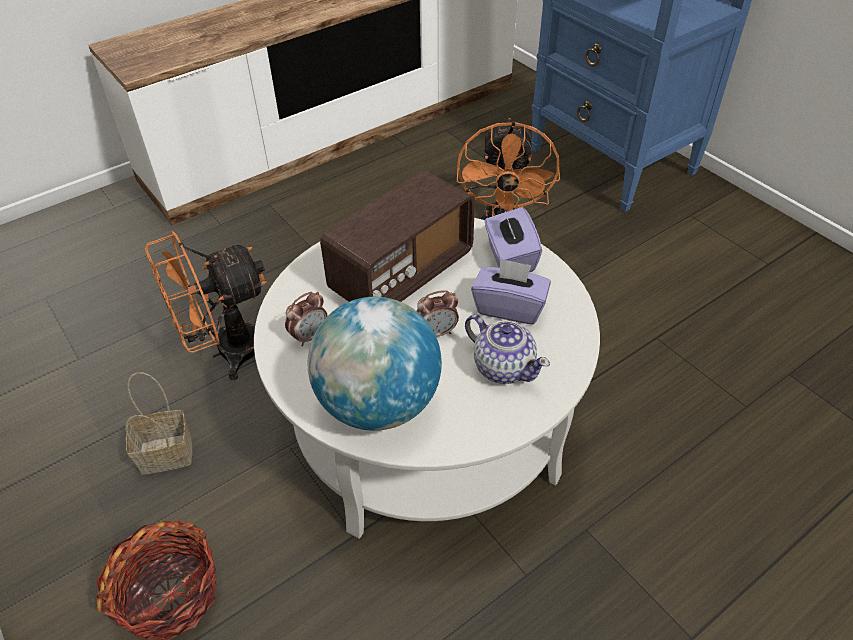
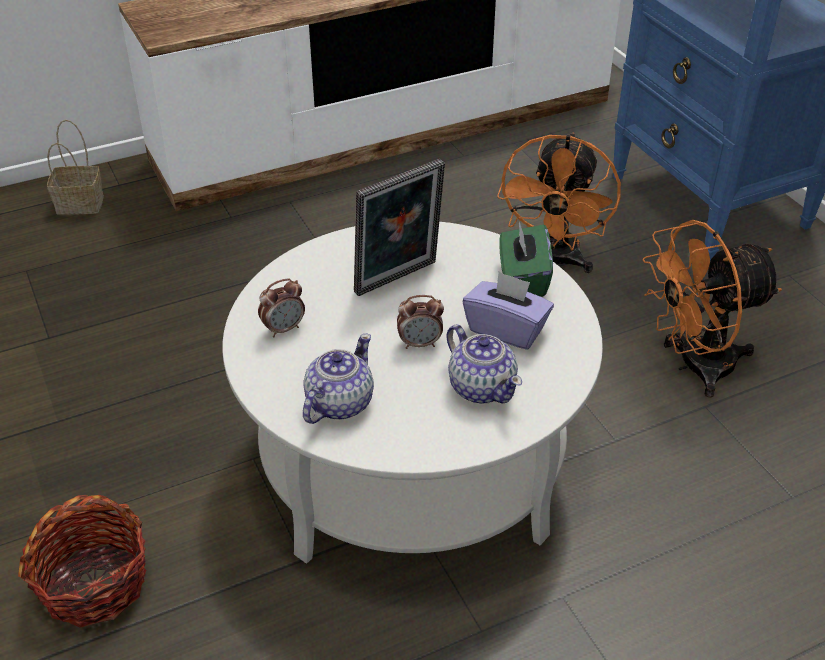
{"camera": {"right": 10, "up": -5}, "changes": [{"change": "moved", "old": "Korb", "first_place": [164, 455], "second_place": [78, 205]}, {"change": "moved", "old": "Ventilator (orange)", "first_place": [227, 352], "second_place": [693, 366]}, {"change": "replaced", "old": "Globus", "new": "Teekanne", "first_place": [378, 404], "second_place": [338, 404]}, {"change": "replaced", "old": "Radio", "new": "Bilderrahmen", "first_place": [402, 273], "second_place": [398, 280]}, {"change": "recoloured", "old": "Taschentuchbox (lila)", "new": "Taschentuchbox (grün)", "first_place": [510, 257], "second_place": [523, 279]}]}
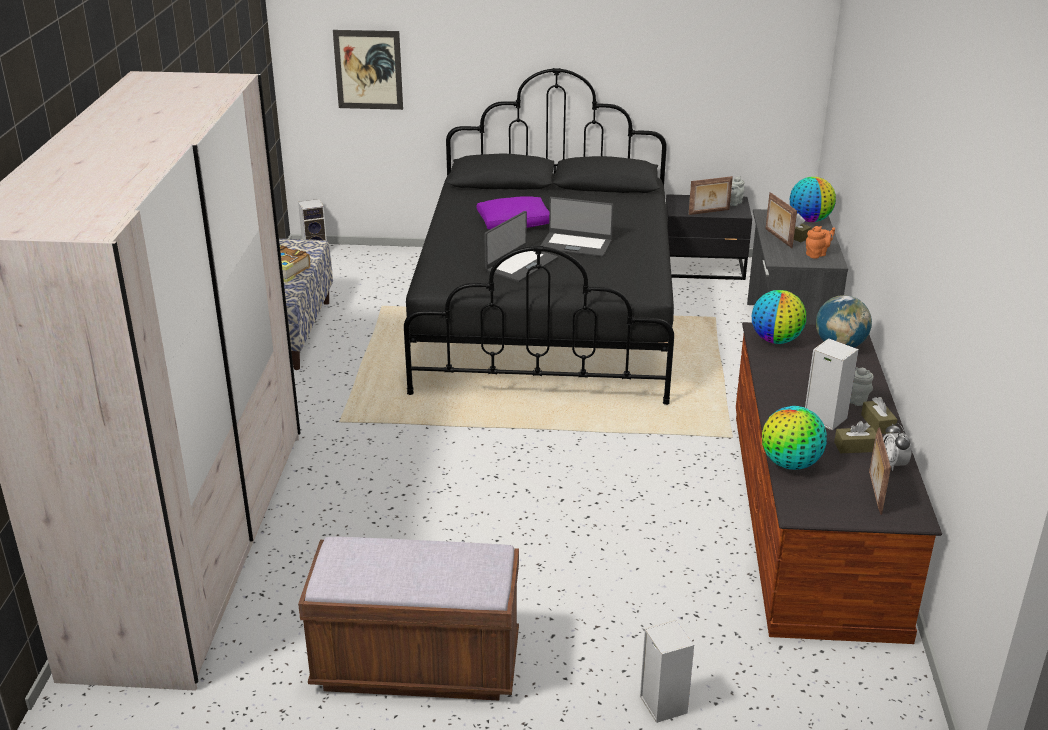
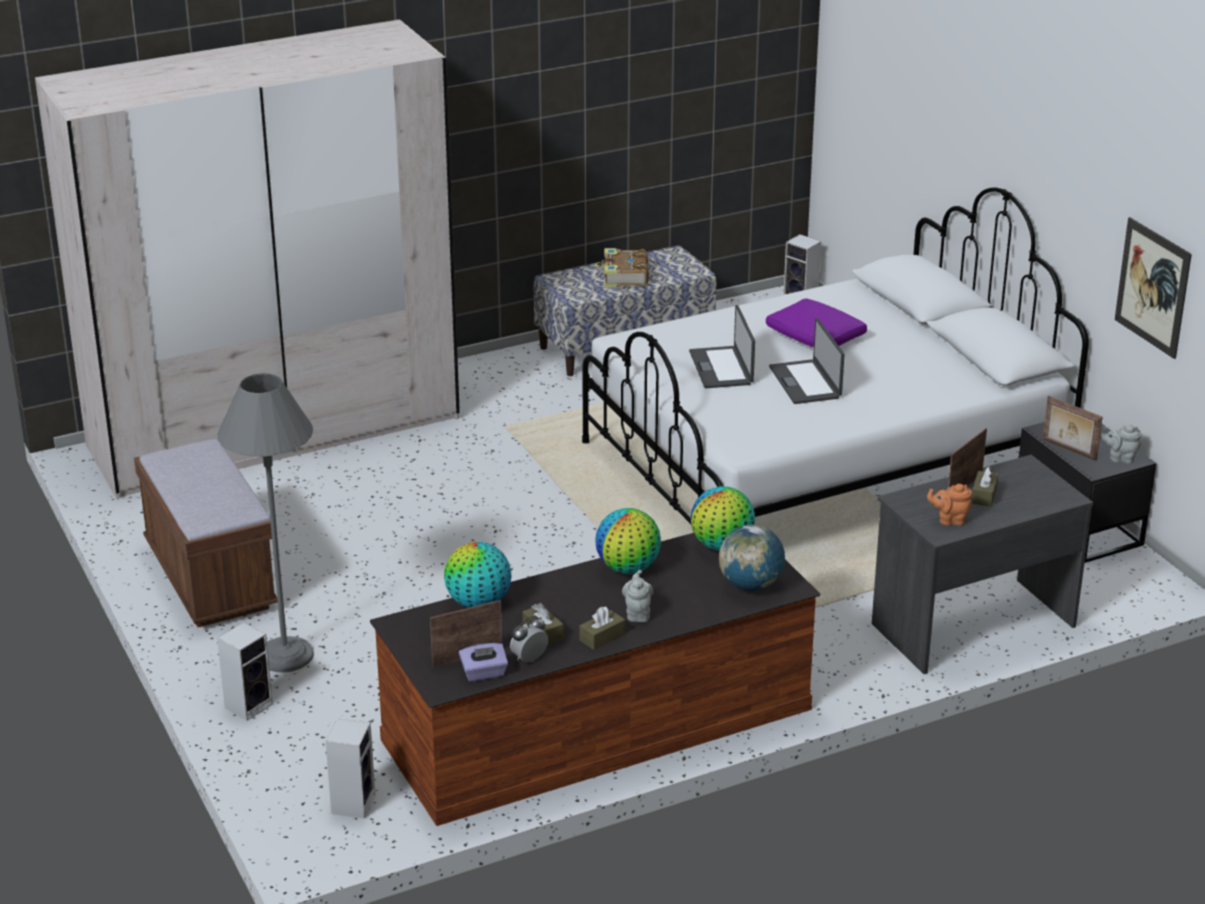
{"camera": {"right": 60, "up": 0}, "changes": [{"change": "moved", "old": "Bild", "first_place": [368, 70], "second_place": [1152, 287]}, {"change": "recoloured", "old": "Bett (schwarz)", "new": "Bett (weiß)", "first_place": [547, 318], "second_place": [822, 466]}, {"change": "turned", "old": "Laptop", "first_place": [520, 264], "second_place": [722, 368], "degrees": 75}, {"change": "moved", "old": "Globus", "first_place": [809, 220], "second_place": [628, 568]}, {"change": "moved", "old": "Lautsprecher", "first_place": [823, 418], "second_place": [353, 803]}, {"change": "turned", "old": "Teekanne (orange)", "first_place": [817, 254], "second_place": [949, 520], "degrees": 150}, {"change": "added", "new": "Stehlampe (grau)", "second_place": [285, 655]}, {"change": "added", "new": "Taschentuchbox (lila)", "second_place": [484, 673]}]}
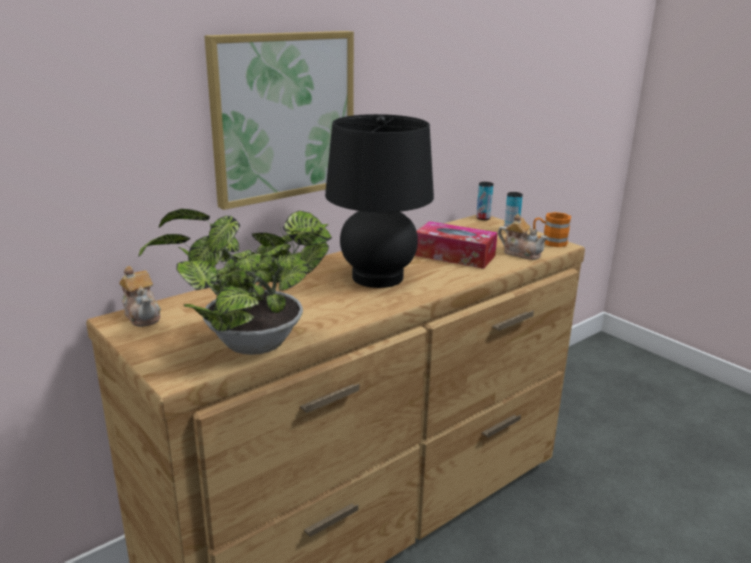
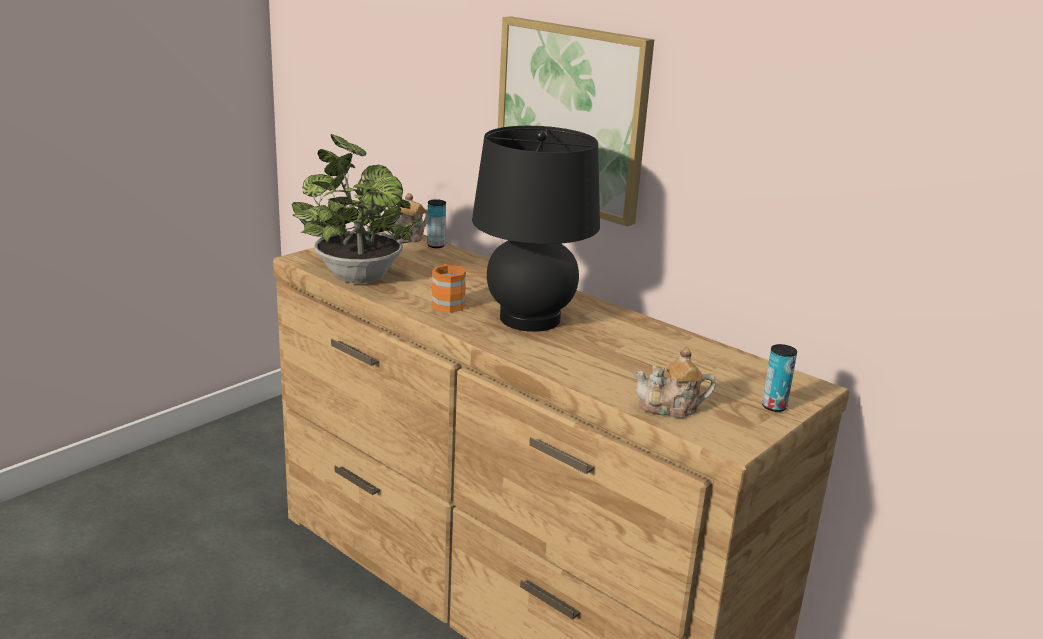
{"camera": {"right": 80, "up": 0}, "changes": [{"change": "removed", "old": "Taschentuchbox", "first_place": [454, 255]}, {"change": "moved", "old": "Dose", "first_place": [483, 218], "second_place": [436, 245]}, {"change": "turned", "old": "Teekanne", "first_place": [521, 253], "second_place": [670, 408], "degrees": 60}, {"change": "moved", "old": "Henkelbecher (orange)", "first_place": [549, 242], "second_place": [447, 303]}]}
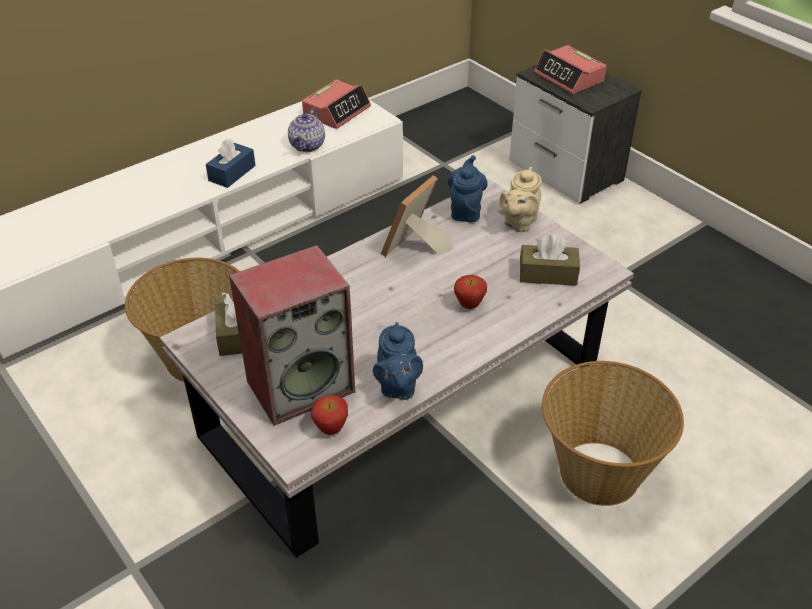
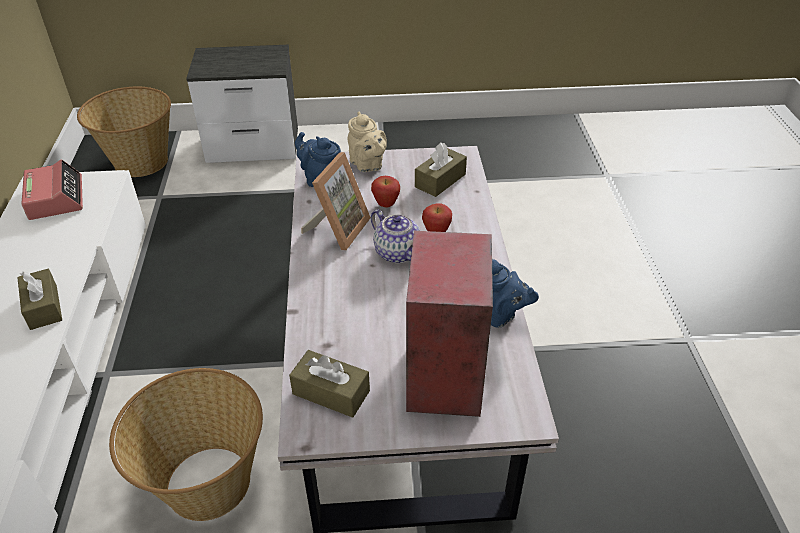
{"camera": {"right": -55, "up": 0}, "changes": [{"change": "recoloured", "old": "Taschentuchbox (blau)", "new": "Taschentuchbox (braun)", "first_place": [232, 173], "second_place": [43, 307]}, {"change": "moved", "old": "Teekanne", "first_place": [308, 145], "second_place": [397, 252]}, {"change": "moved", "old": "Apfel", "first_place": [331, 429], "second_place": [386, 205]}, {"change": "turned", "old": "Bilderrahmen", "first_place": [415, 249], "second_place": [338, 229], "degrees": -135}, {"change": "removed", "old": "Wecker", "first_place": [569, 78]}, {"change": "moved", "old": "Korb", "first_place": [598, 471], "second_place": [140, 162]}]}
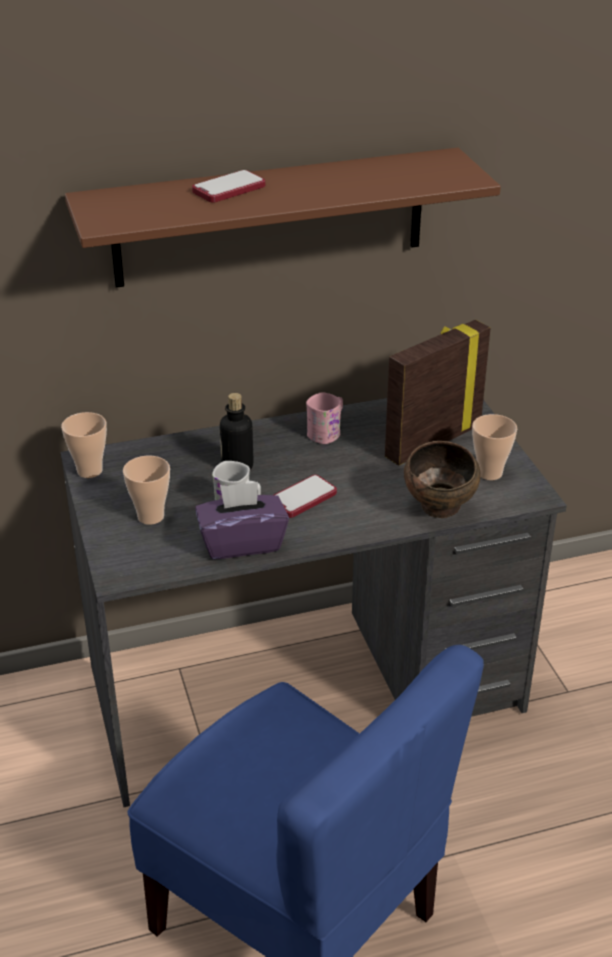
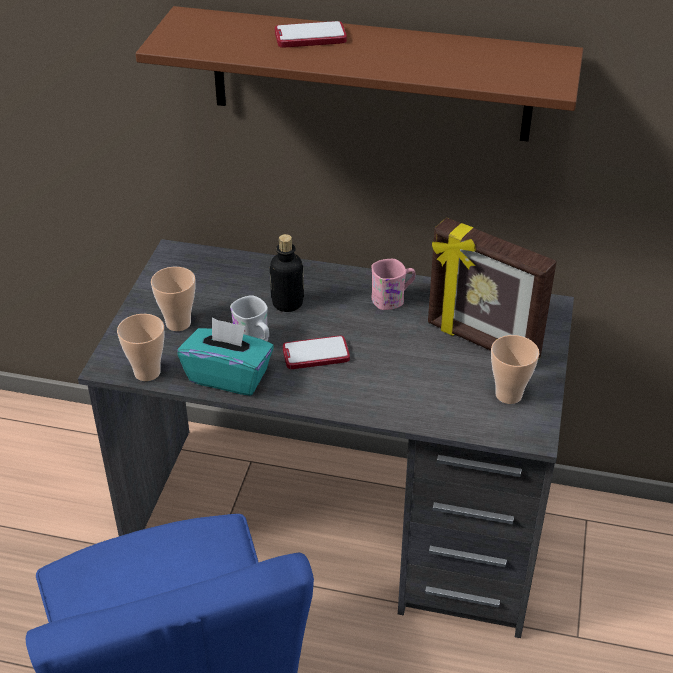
{"camera": {"right": 30, "up": 5}, "changes": [{"change": "moved", "old": "Tasse", "first_place": [89, 471], "second_place": [147, 372]}, {"change": "recoloured", "old": "Taschentuchbox (lila)", "new": "Taschentuchbox (türkis)", "first_place": [242, 542], "second_place": [228, 376]}, {"change": "turned", "old": "Bilderrahmen", "first_place": [431, 441], "second_place": [481, 342], "degrees": -135}, {"change": "removed", "old": "Schüssel (braun)", "first_place": [440, 510]}]}
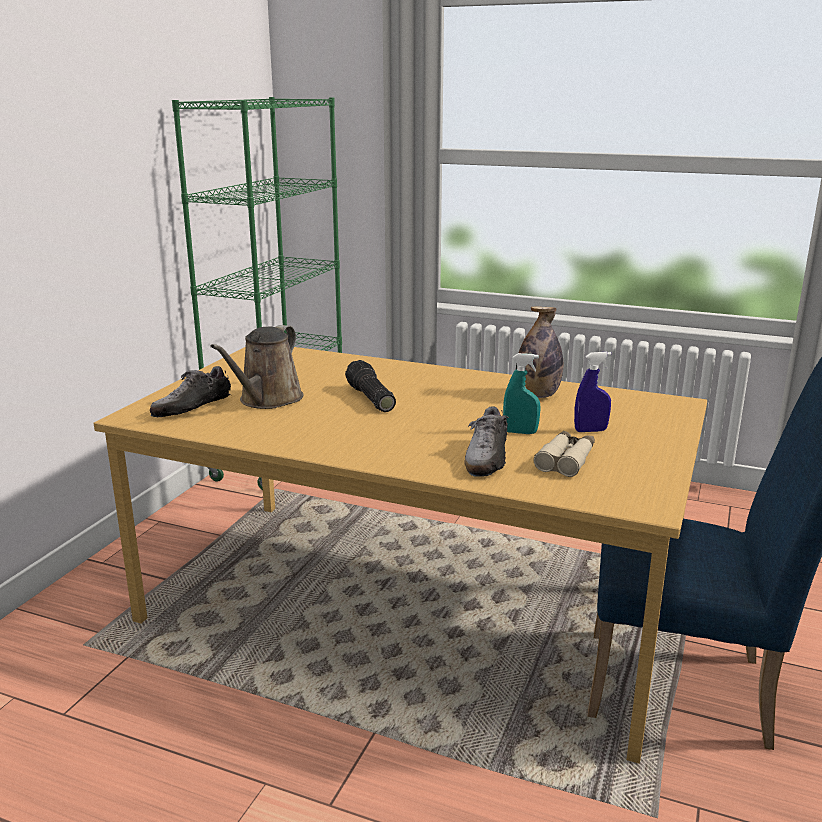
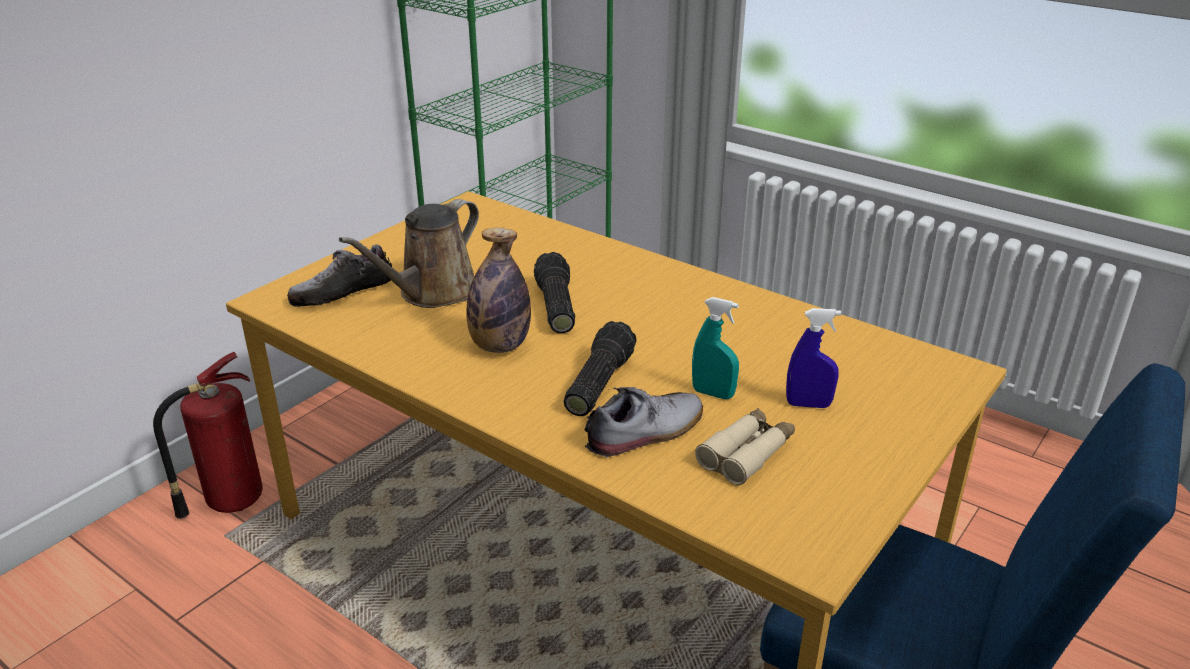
{"camera": {"right": 15, "up": 10}, "changes": [{"change": "turned", "old": "Schuh", "first_place": [487, 458], "second_place": [646, 432], "degrees": -150}, {"change": "moved", "old": "Flasche", "first_place": [537, 395], "second_place": [500, 346]}, {"change": "added", "new": "Feuerlöscher", "second_place": [230, 500]}, {"change": "added", "new": "Taschenlampe", "second_place": [597, 383]}]}
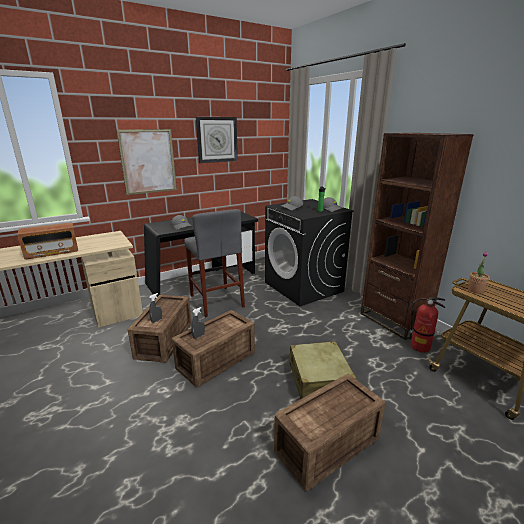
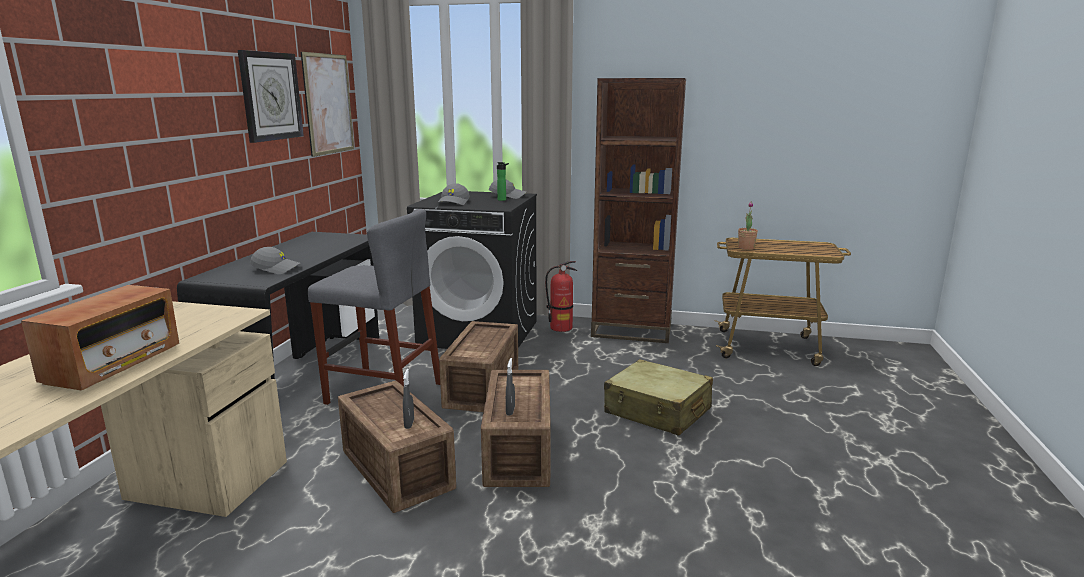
{"camera": {"right": -45, "up": -5}, "changes": [{"change": "moved", "old": "Bild", "first_place": [148, 161], "second_place": [328, 104]}, {"change": "moved", "old": "Kiste", "first_place": [329, 445], "second_place": [484, 387]}, {"change": "moved", "old": "Feuerlöscher", "first_place": [420, 347], "second_place": [561, 328]}]}
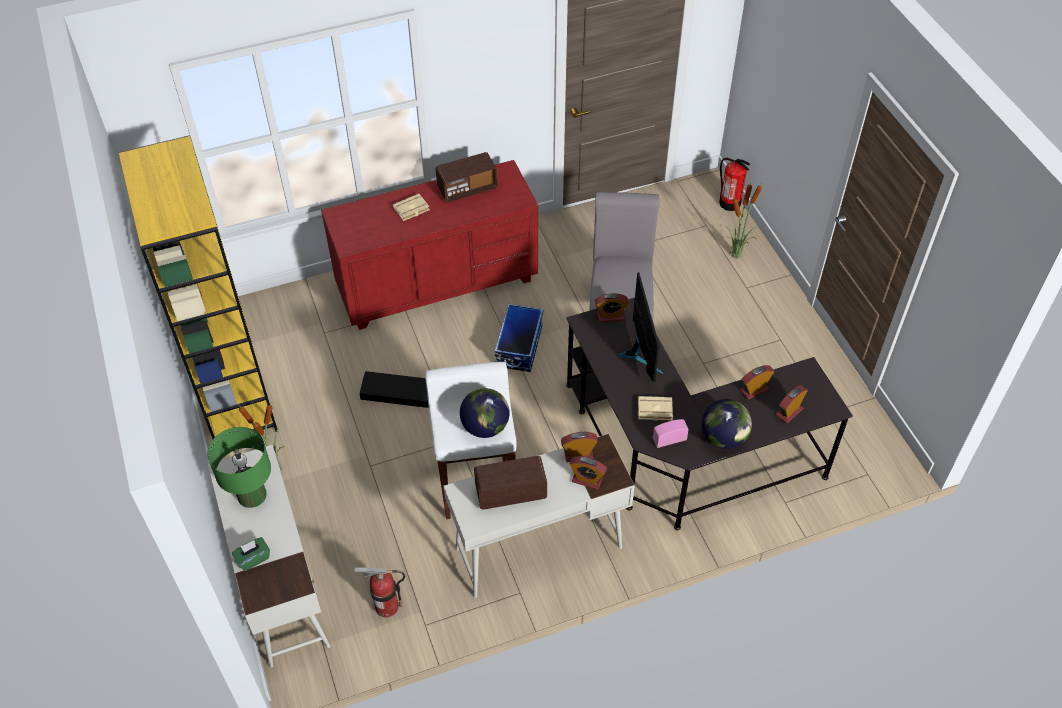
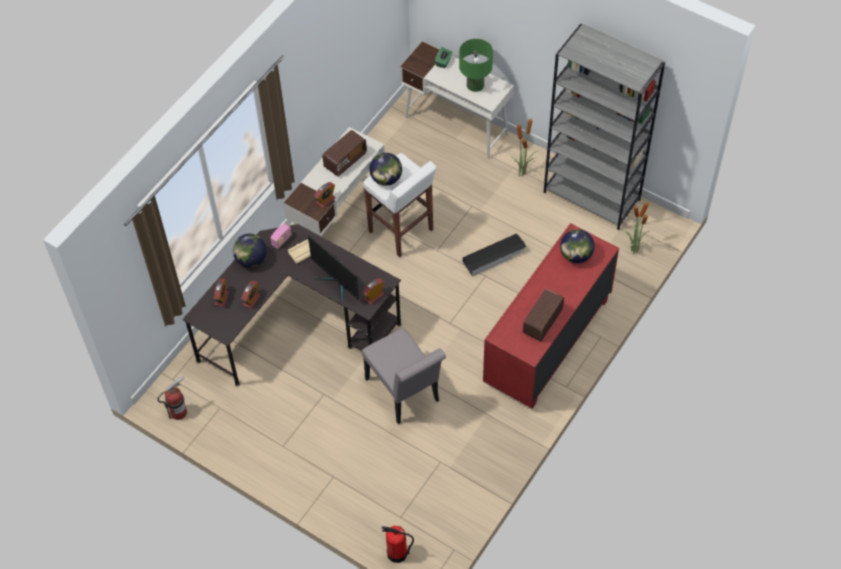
{"camera": {"right": 145, "up": 5}, "changes": [{"change": "recoloured", "old": "Bücherregal (gelb)", "new": "Bücherregal (grau)", "first_place": [234, 394], "second_place": [592, 196]}, {"change": "moved", "old": "Feuerlöscher", "first_place": [386, 606], "second_place": [179, 412]}, {"change": "removed", "old": "Buch (beige)", "first_place": [411, 210]}, {"change": "removed", "old": "Aufbewahrungsbox", "first_place": [518, 346]}, {"change": "removed", "old": "Wecker", "first_place": [587, 480]}, {"change": "moved", "old": "Topfpflanze", "first_place": [736, 255], "second_place": [633, 250]}, {"change": "added", "new": "Globus", "second_place": [575, 256]}]}
